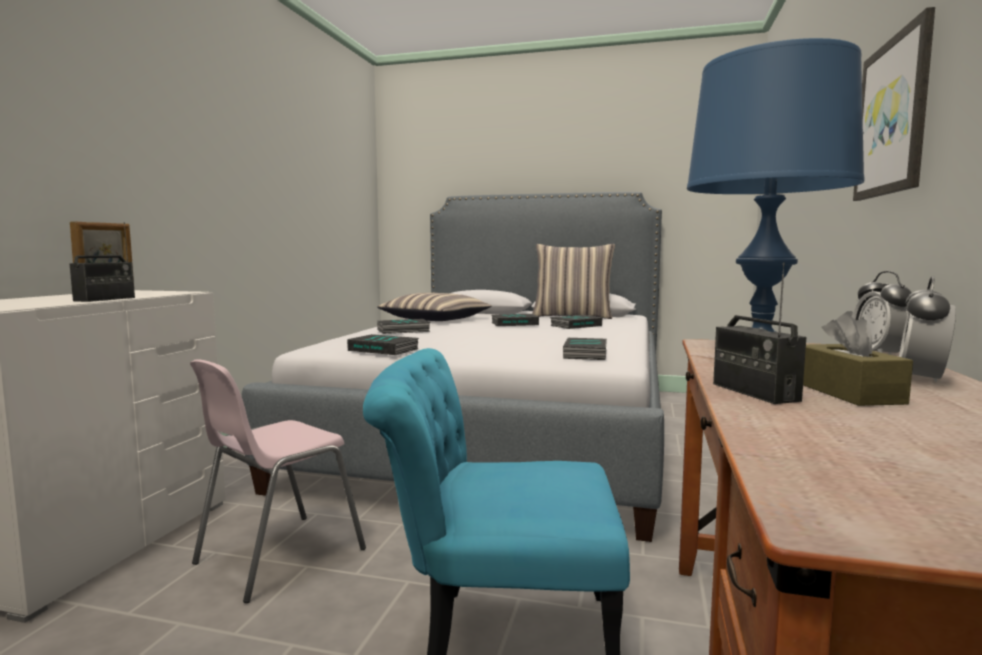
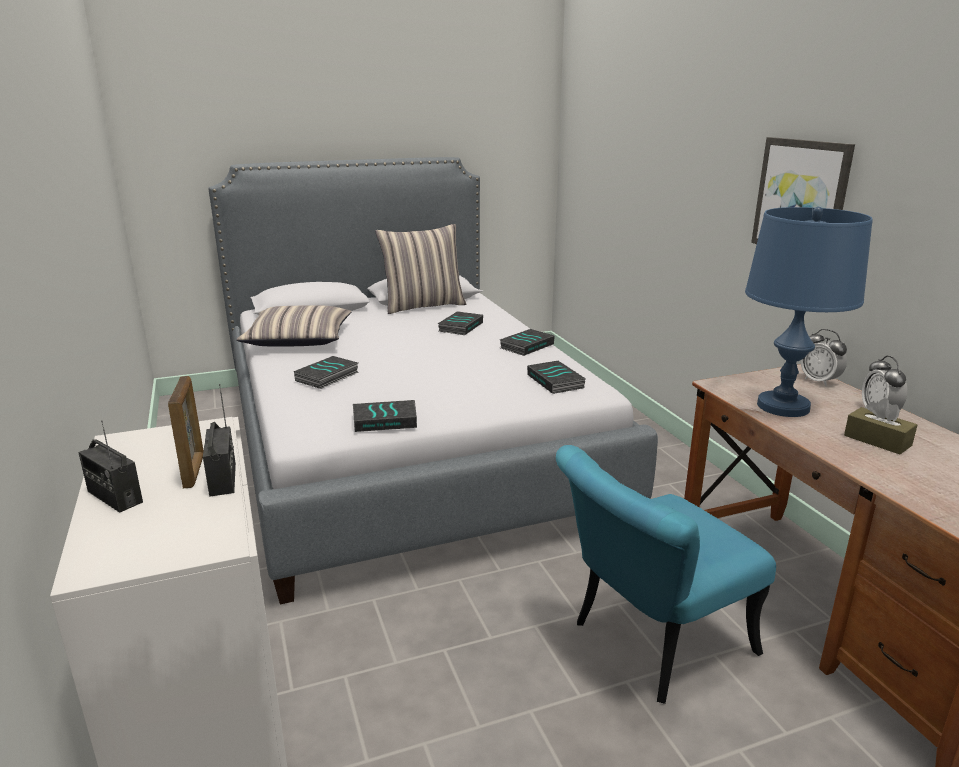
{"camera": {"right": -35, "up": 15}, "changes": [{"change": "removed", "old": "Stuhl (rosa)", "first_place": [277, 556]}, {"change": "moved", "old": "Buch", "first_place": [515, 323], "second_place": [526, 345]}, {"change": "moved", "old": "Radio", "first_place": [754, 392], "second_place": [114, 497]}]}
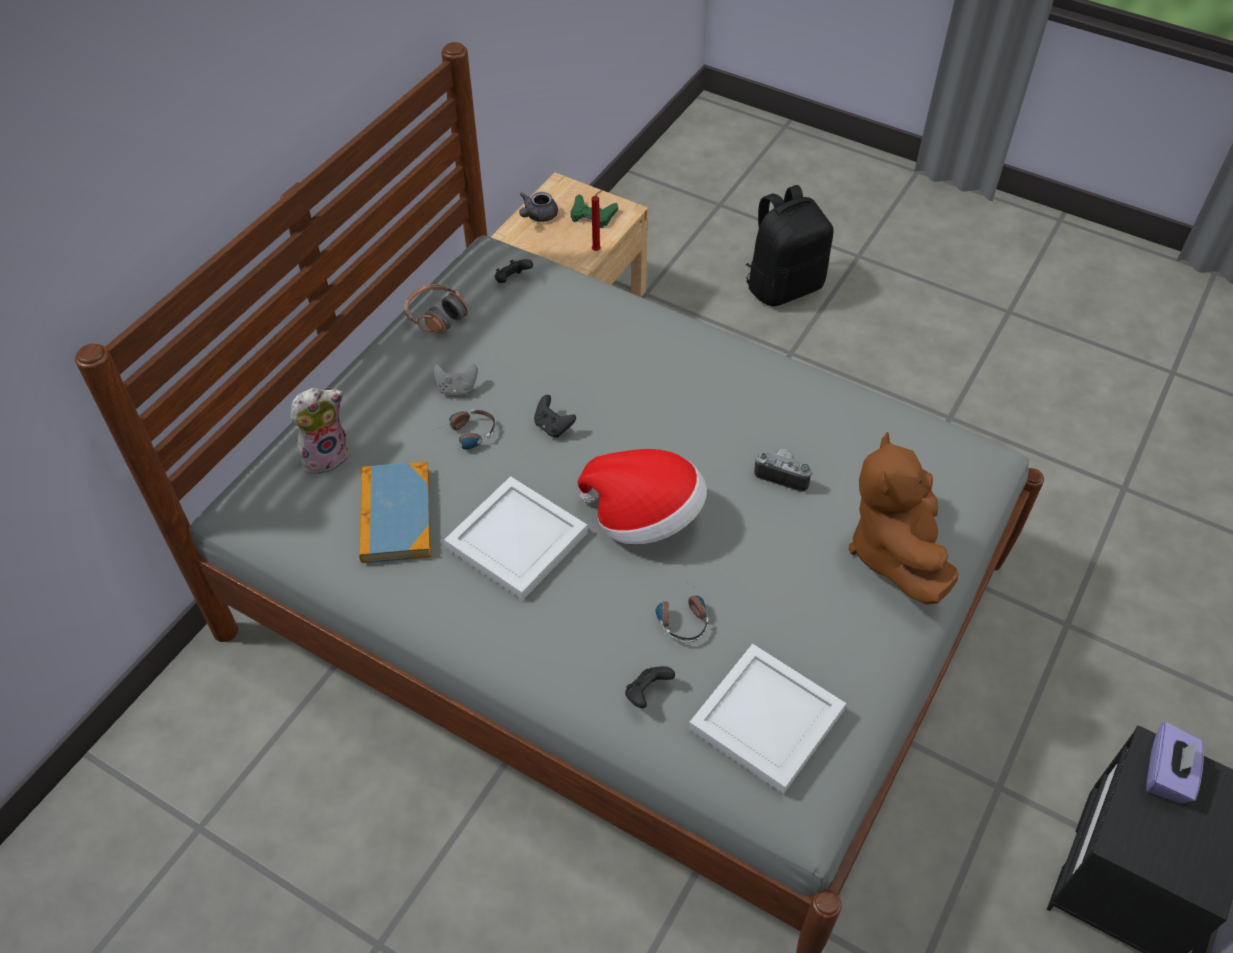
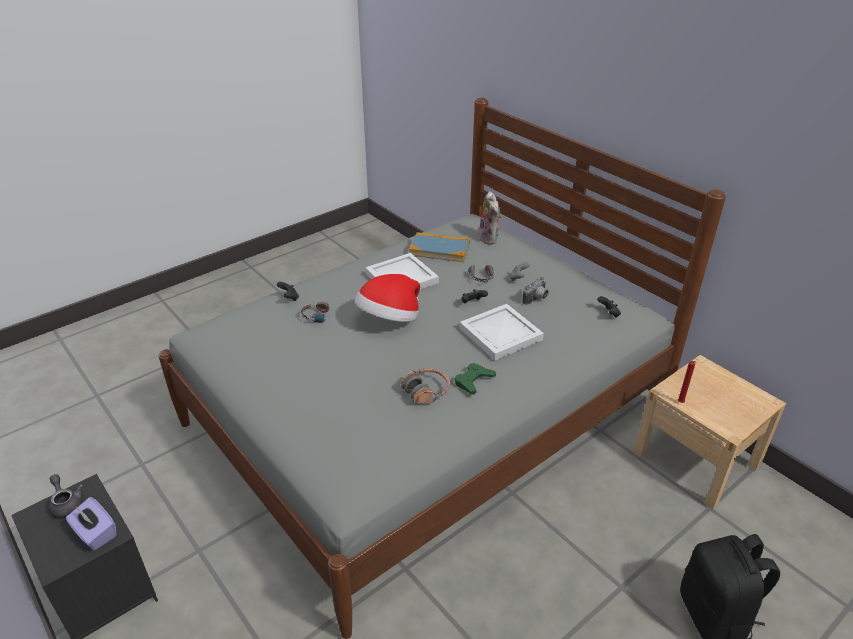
{"camera": {"right": 110, "up": -15}, "changes": [{"change": "moved", "old": "Kopfhörer", "first_place": [436, 316], "second_place": [426, 391]}, {"change": "moved", "old": "Teekanne (grau)", "first_place": [538, 216], "second_place": [66, 504]}, {"change": "moved", "old": "Gamepad (grün)", "first_place": [592, 215], "second_place": [473, 381]}, {"change": "moved", "old": "Tablett (weiß)", "first_place": [769, 719], "second_place": [500, 335]}, {"change": "moved", "old": "Kamera", "first_place": [783, 475], "second_place": [536, 299]}, {"change": "removed", "old": "Plüschtier (braun)", "first_place": [895, 551]}]}
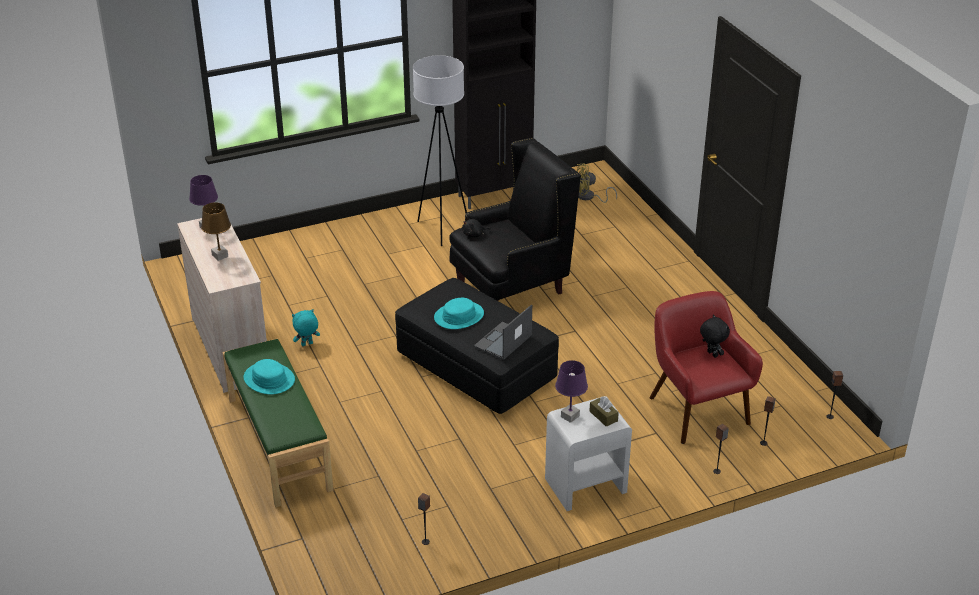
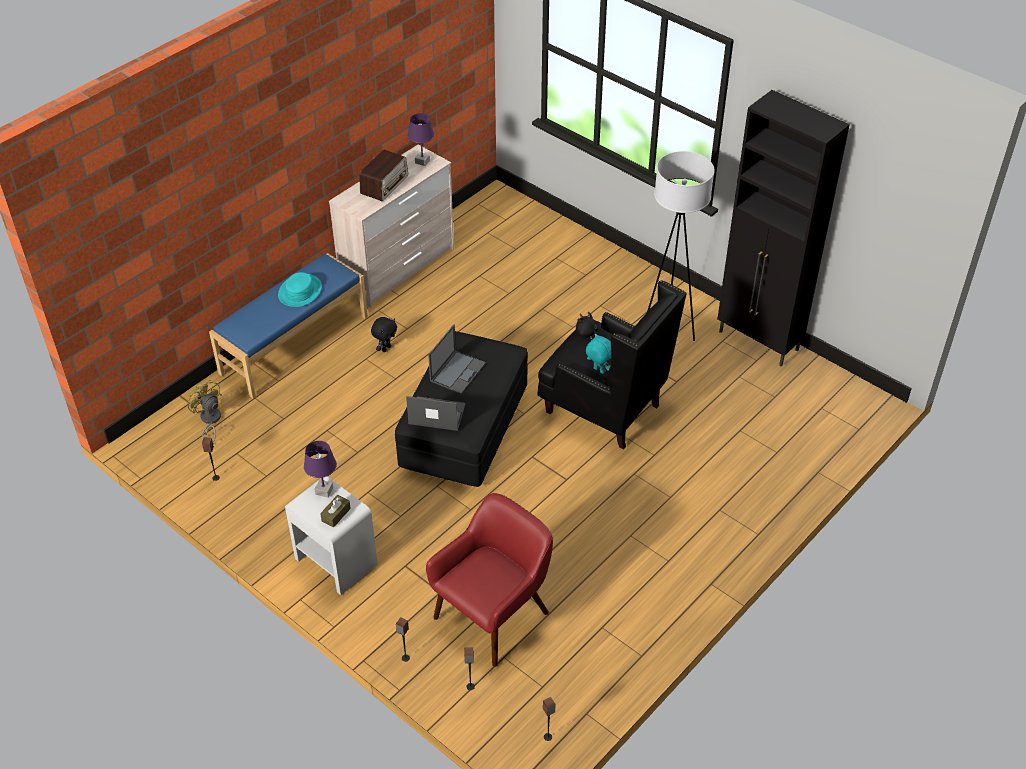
{"camera": {"right": 65, "up": 10}, "changes": [{"change": "replaced", "old": "Tischlampe (braun)", "new": "Radio", "first_place": [219, 256], "second_place": [384, 185]}, {"change": "recoloured", "old": "Bank (grün)", "new": "Bank (blau)", "first_place": [278, 443], "second_place": [294, 344]}, {"change": "moved", "old": "Plüschtier (türkis)", "first_place": [307, 344], "second_place": [598, 370]}, {"change": "replaced", "old": "Hut (türkis)", "new": "Laptop", "first_place": [459, 316], "second_place": [458, 371]}, {"change": "moved", "old": "Ventilator (gelb)", "first_place": [589, 197], "second_place": [209, 420]}, {"change": "moved", "old": "Plüschtier (schwarz)", "first_place": [711, 354], "second_place": [386, 348]}]}
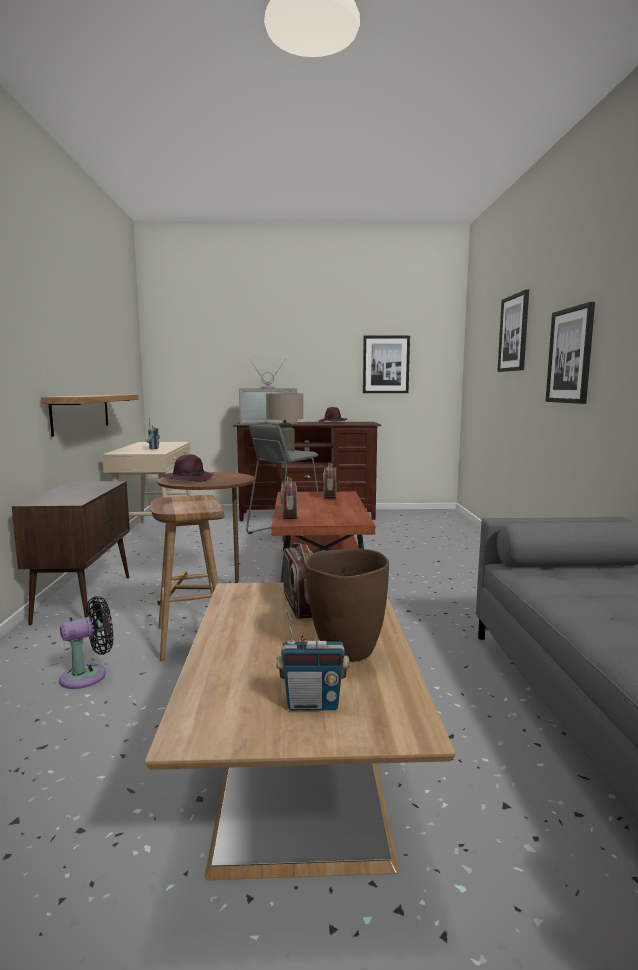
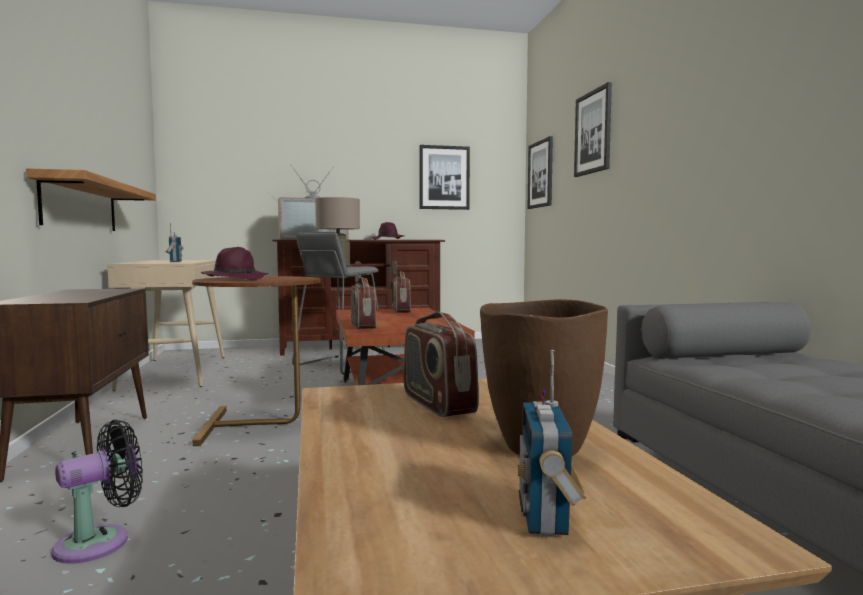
{"camera": {"right": -10, "up": -5}, "changes": [{"change": "removed", "old": "Hocker (braun)", "first_place": [191, 638]}, {"change": "turned", "old": "Radio", "first_place": [312, 704], "second_place": [545, 516], "degrees": 105}, {"change": "moved", "old": "Bild", "first_place": [570, 355], "second_place": [541, 174]}]}
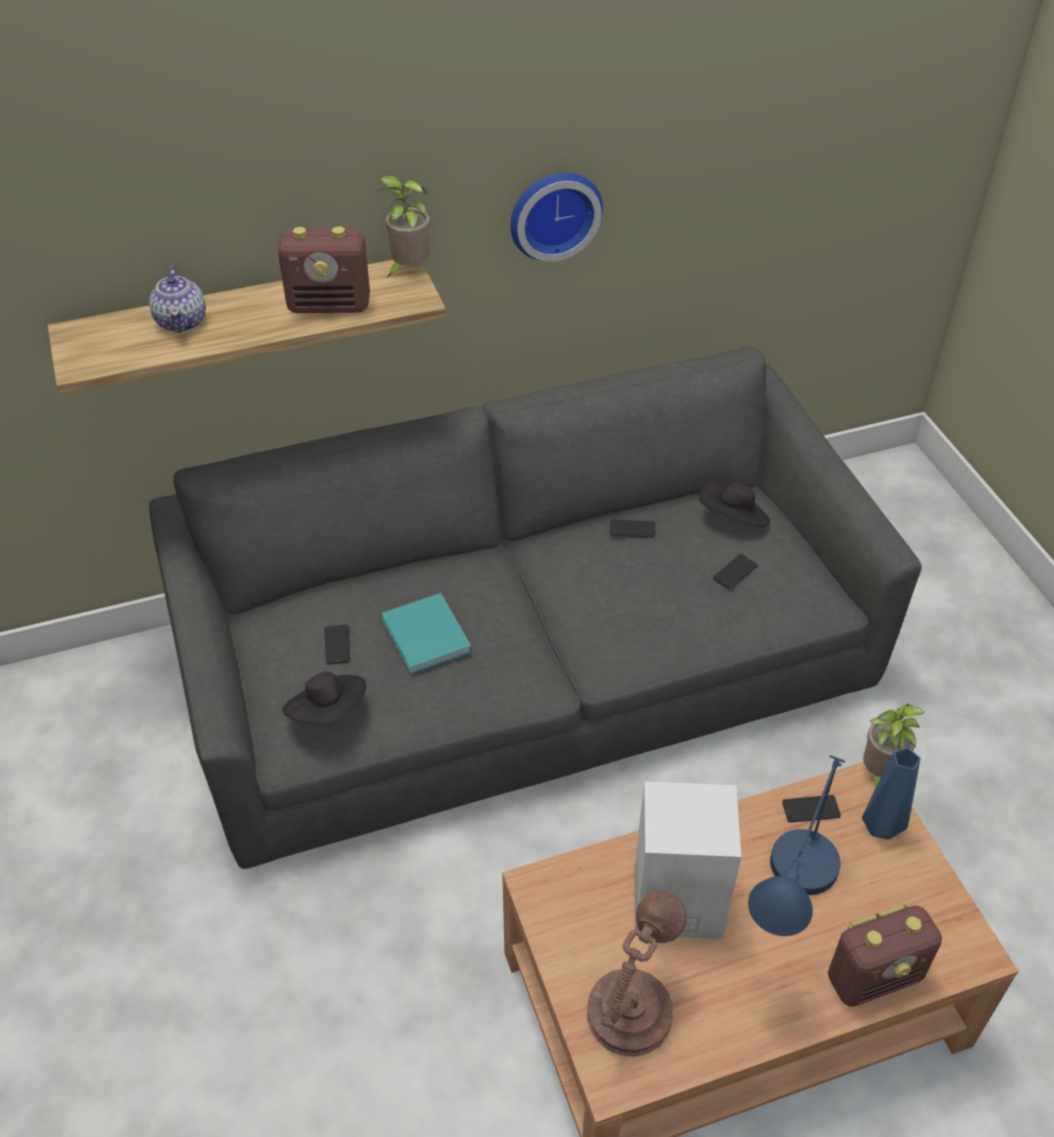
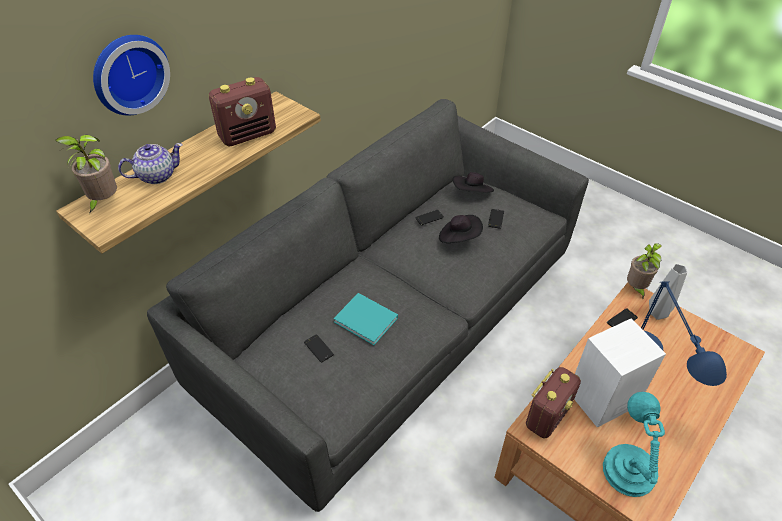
{"camera": {"right": -30, "up": 0}, "changes": [{"change": "turned", "old": "Teekanne", "first_place": [182, 321], "second_place": [156, 176], "degrees": -75}, {"change": "moved", "old": "Hut (schwarz)", "first_place": [328, 712], "second_place": [459, 238]}, {"change": "moved", "old": "Topfpflanze", "first_place": [408, 270], "second_place": [103, 202]}, {"change": "moved", "old": "Wanduhr", "first_place": [553, 213], "second_place": [128, 73]}, {"change": "recoloured", "old": "Tischlampe (braun)", "new": "Tischlampe (türkis)", "first_place": [632, 1008], "second_place": [627, 467]}, {"change": "moved", "old": "Radio", "first_place": [875, 977], "second_place": [547, 416]}, {"change": "recoloured", "old": "Vase (blau)", "new": "Vase (grau)", "first_place": [882, 826], "second_place": [658, 313]}]}
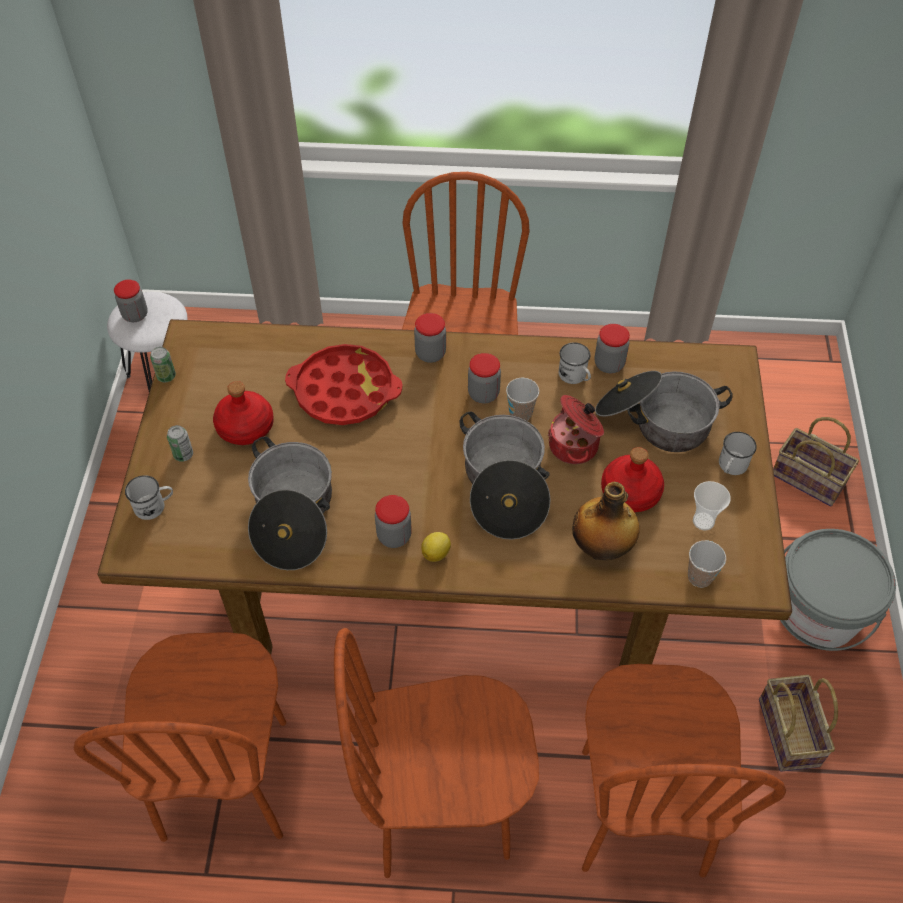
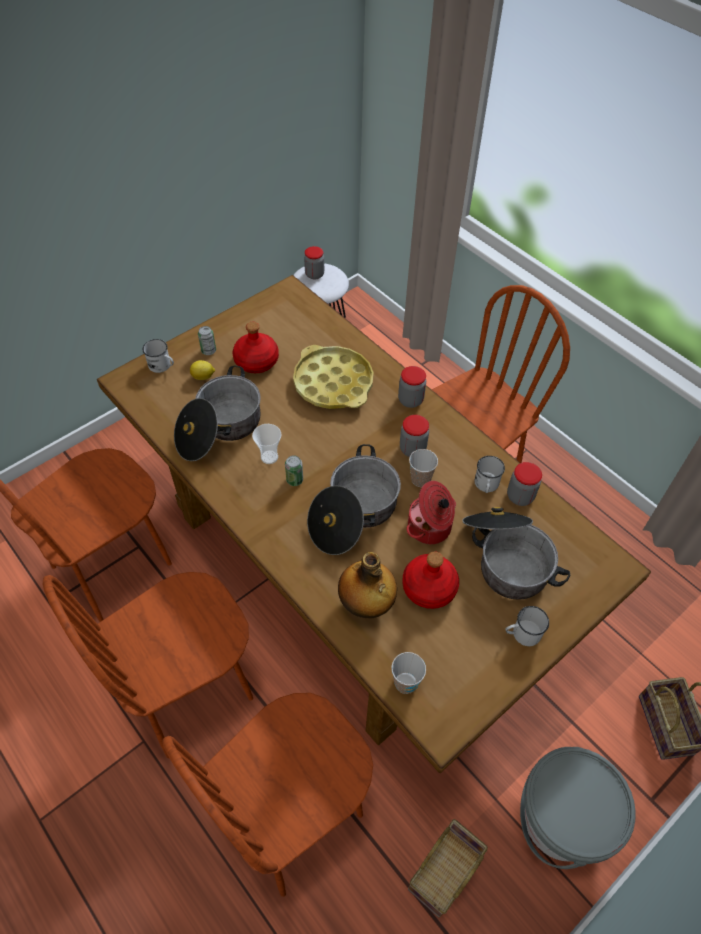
{"camera": {"right": 45, "up": 0}, "changes": [{"change": "moved", "old": "Dose", "first_place": [166, 376], "second_place": [294, 480]}, {"change": "recoloured", "old": "Tablett (rot)", "new": "Tablett (gelb)", "first_place": [344, 391], "second_place": [333, 383]}, {"change": "turned", "old": "Stuhl (braun)", "first_place": [441, 809], "second_place": [189, 690], "degrees": -75}, {"change": "removed", "old": "Vorratsglas", "first_place": [394, 536]}, {"change": "moved", "old": "Zitrone", "first_place": [436, 553], "second_place": [203, 377]}, {"change": "moved", "old": "Tasse", "first_place": [703, 521], "second_place": [269, 457]}]}
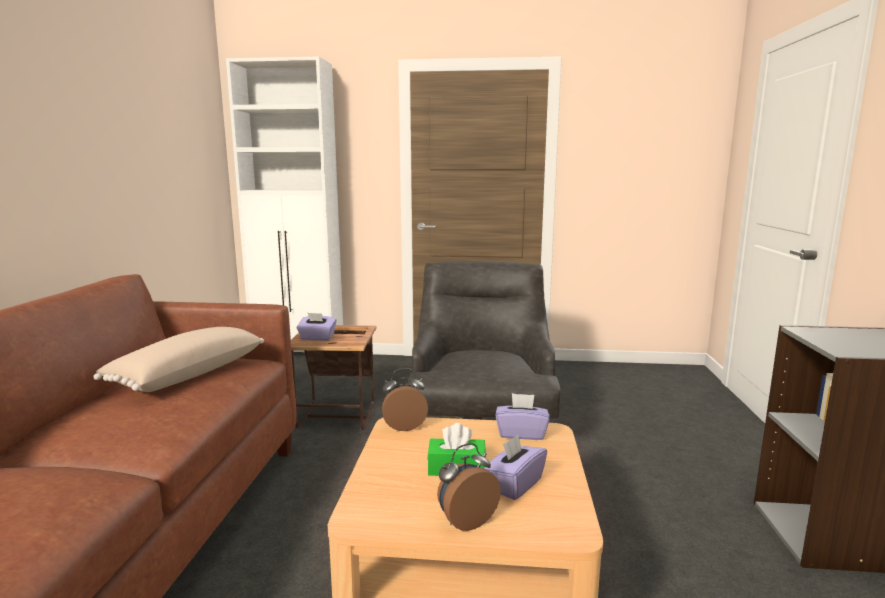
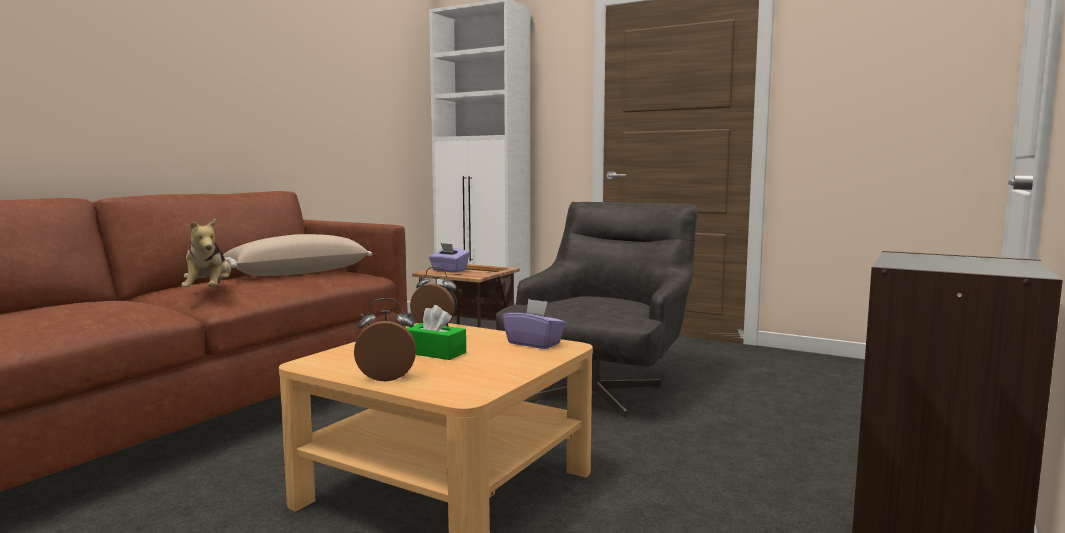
{"camera": {"right": 25, "up": -5}, "changes": [{"change": "removed", "old": "Taschentuchbox (lila)", "first_place": [514, 484]}, {"change": "added", "new": "Plüschtier", "second_place": [209, 292]}]}
